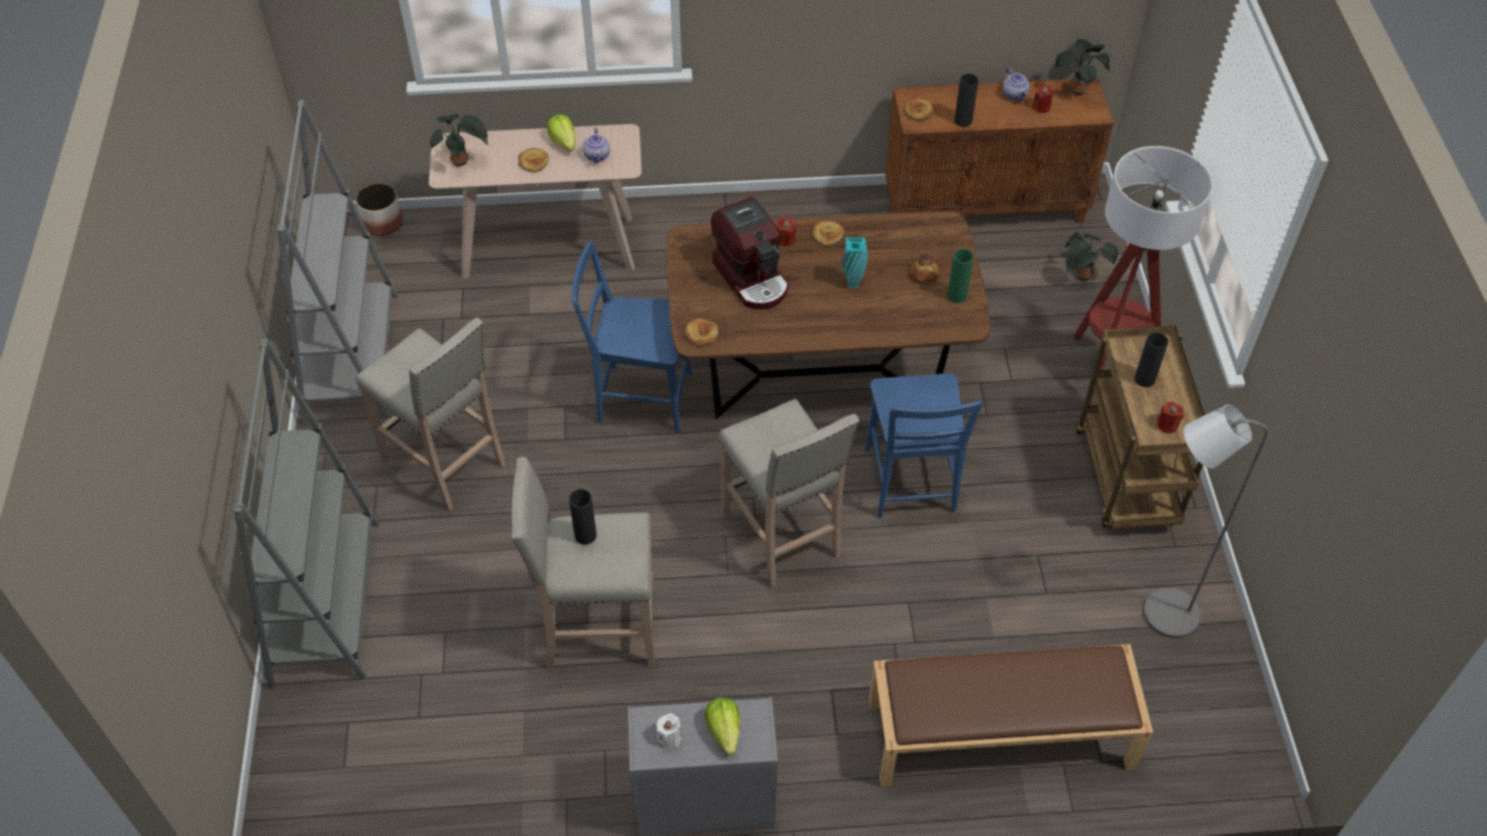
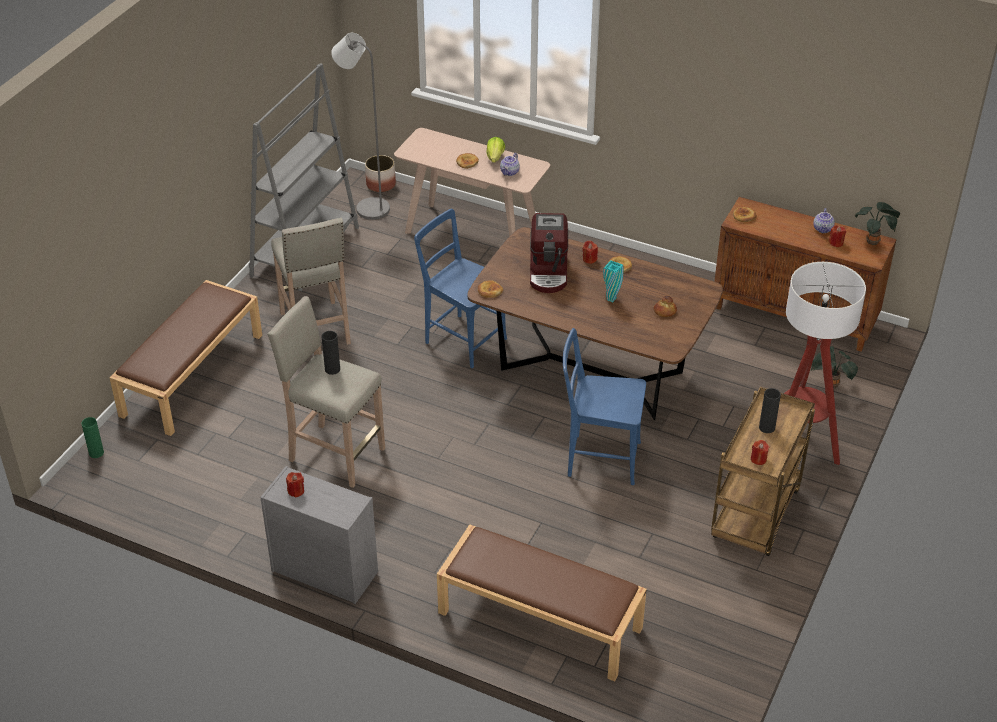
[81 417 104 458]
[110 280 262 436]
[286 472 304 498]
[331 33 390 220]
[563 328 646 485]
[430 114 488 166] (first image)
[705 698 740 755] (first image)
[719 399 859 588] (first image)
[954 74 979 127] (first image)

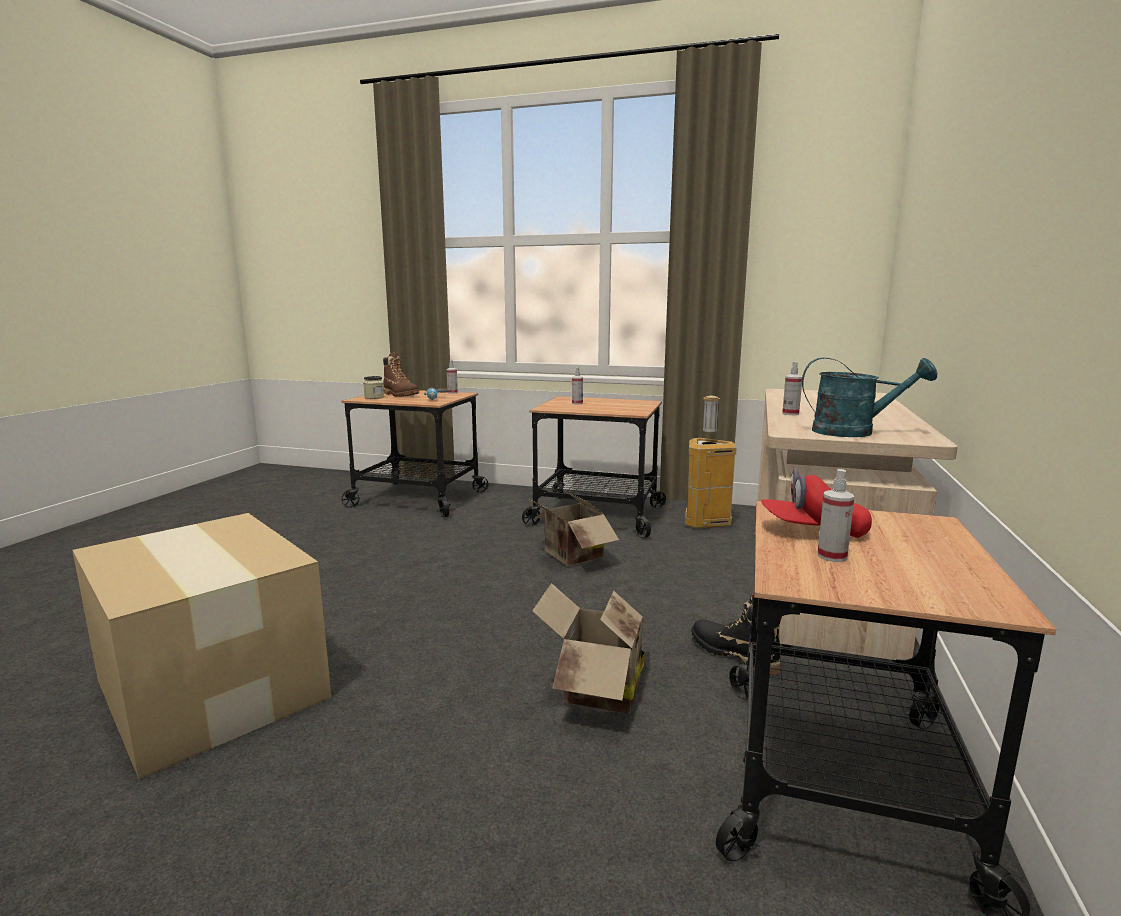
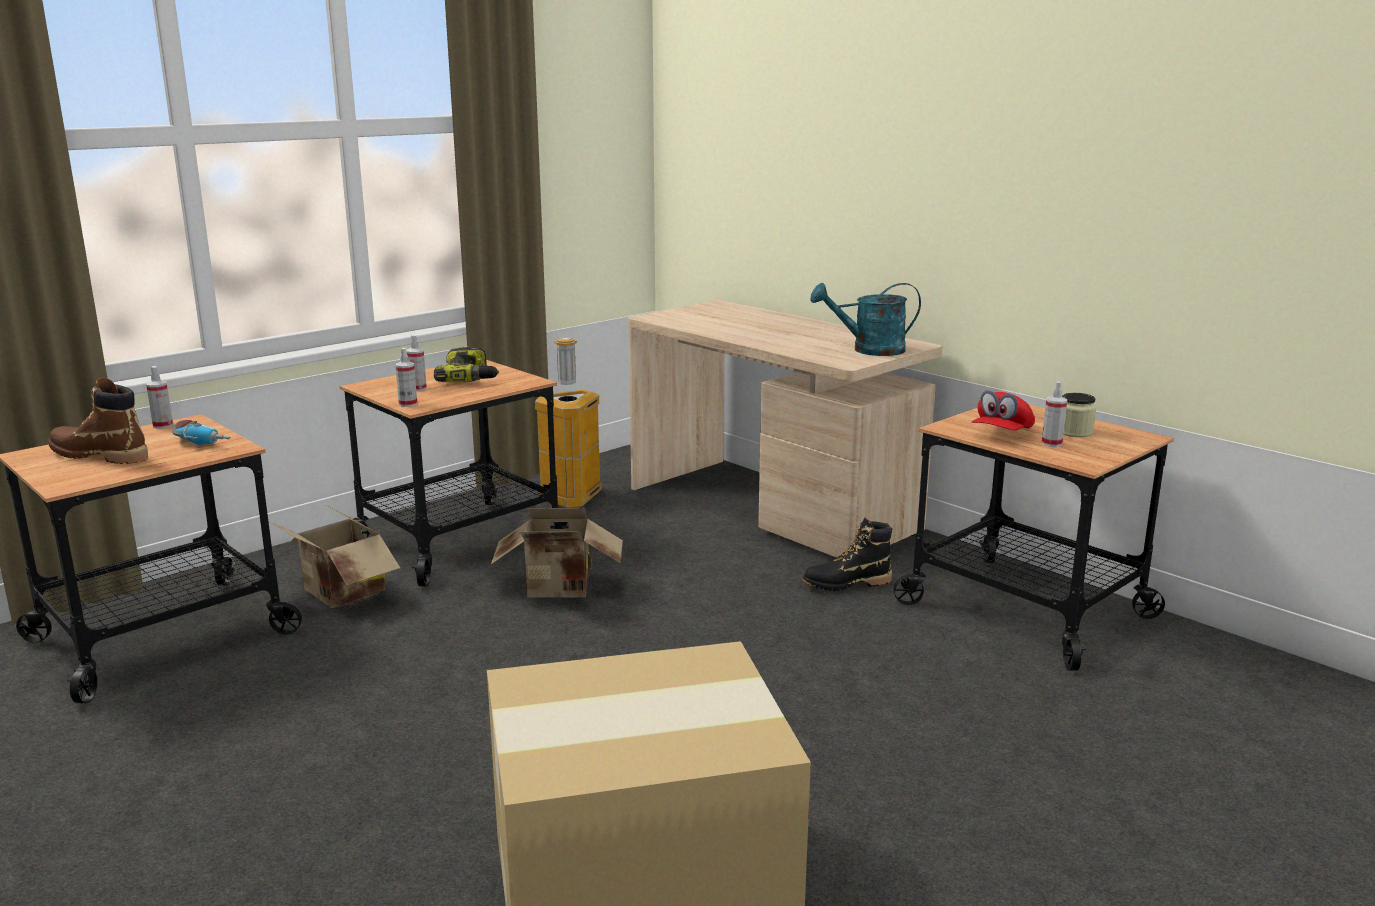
[48 378 148 464]
[270 505 400 608]
[395 348 417 407]
[434 347 499 382]
[810 283 921 356]
[1062 393 1096 437]

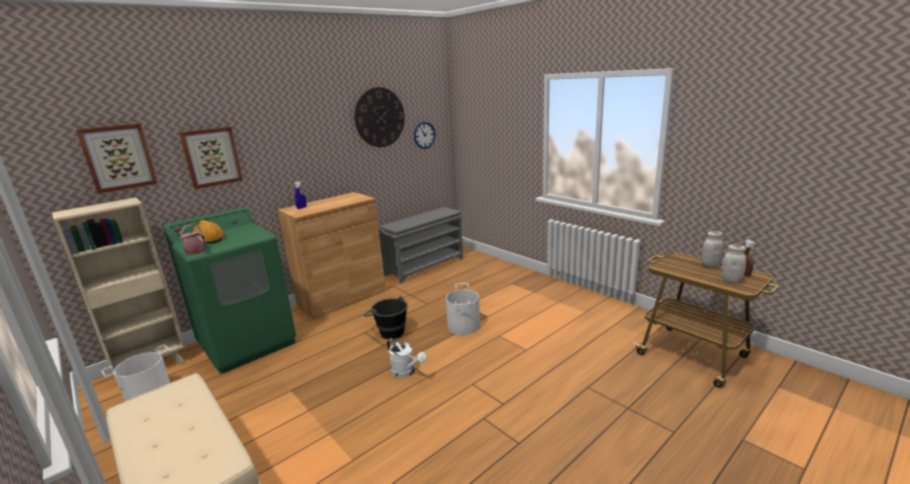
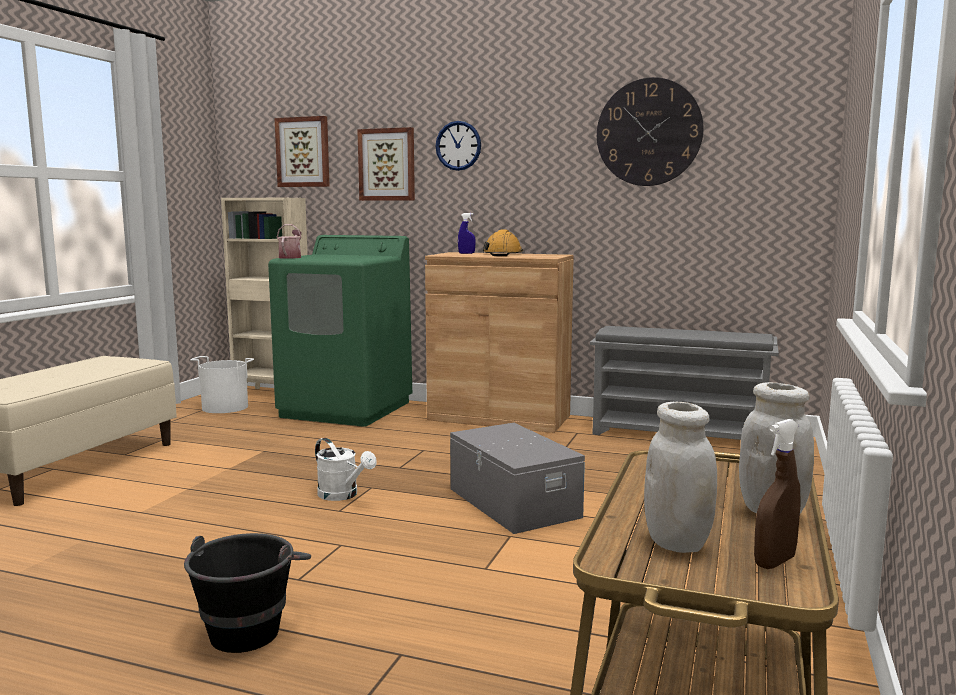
[184 533 311 653]
[315 438 377 501]
[435 121 481 171]
[450 423 585 534]
[483 229 523 256]

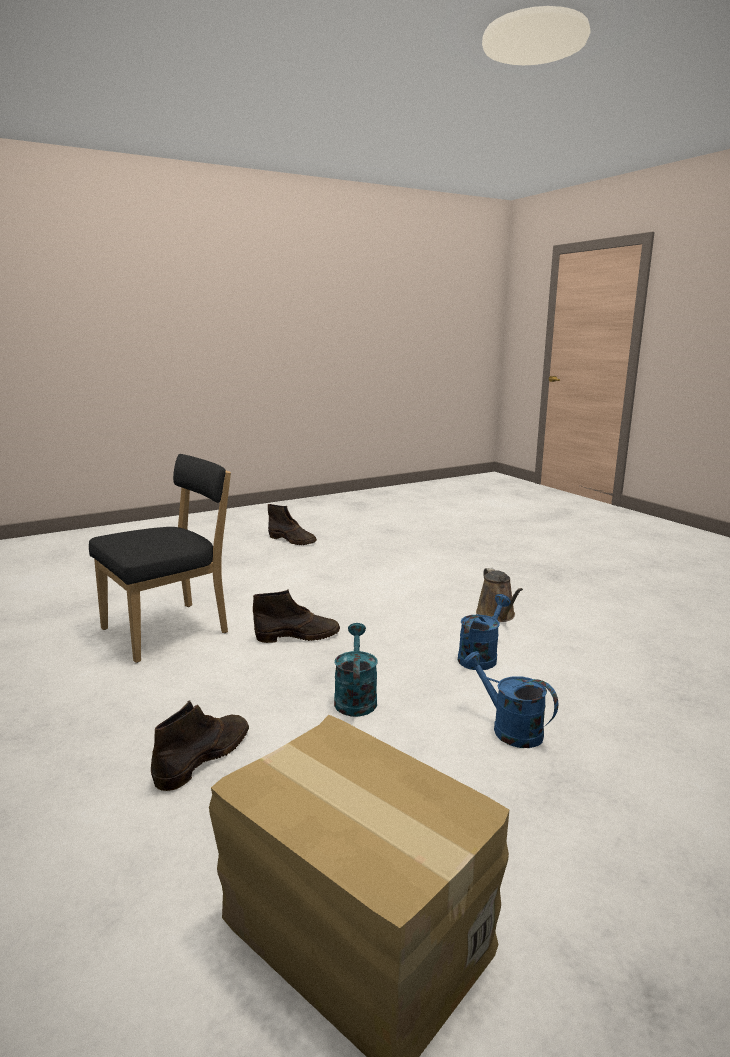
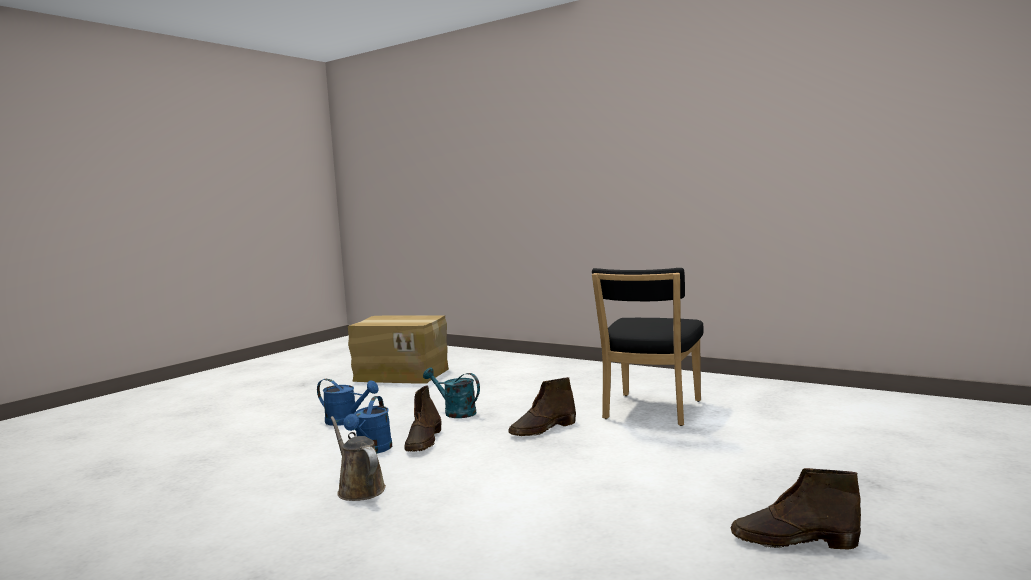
[404 385 441 452]
[423 368 480 418]

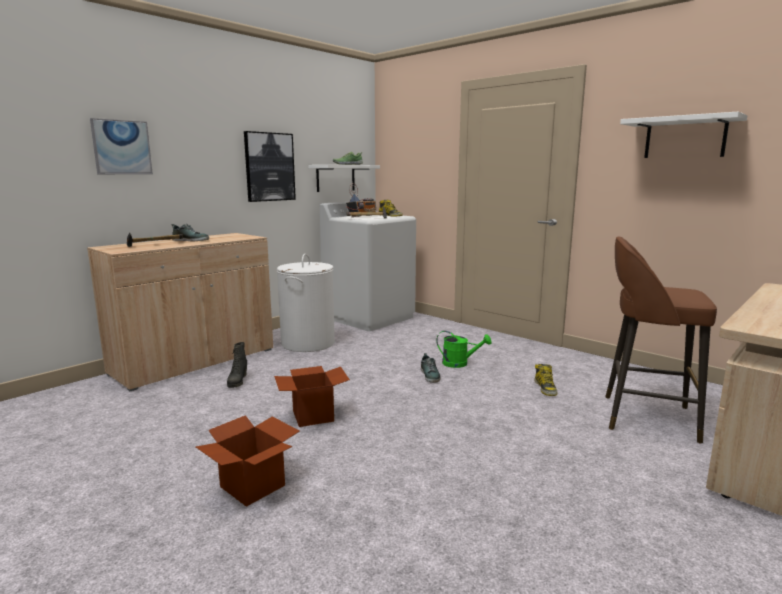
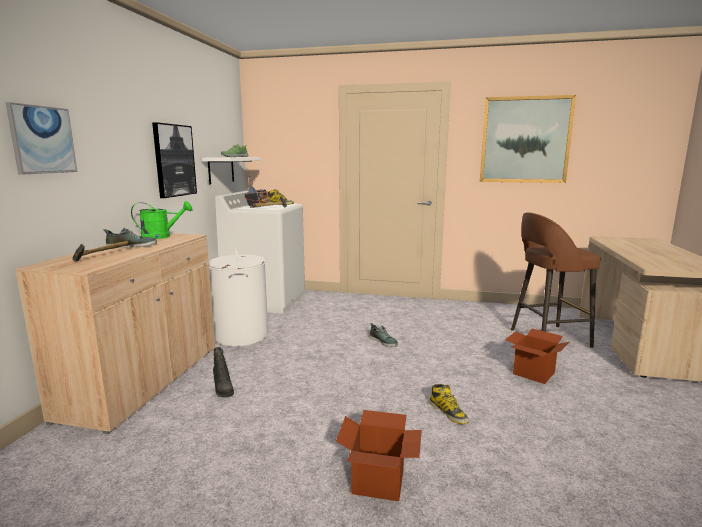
[131 201 193 239]
[429 384 469 424]
[480 95 576 183]
[505 329 569 384]

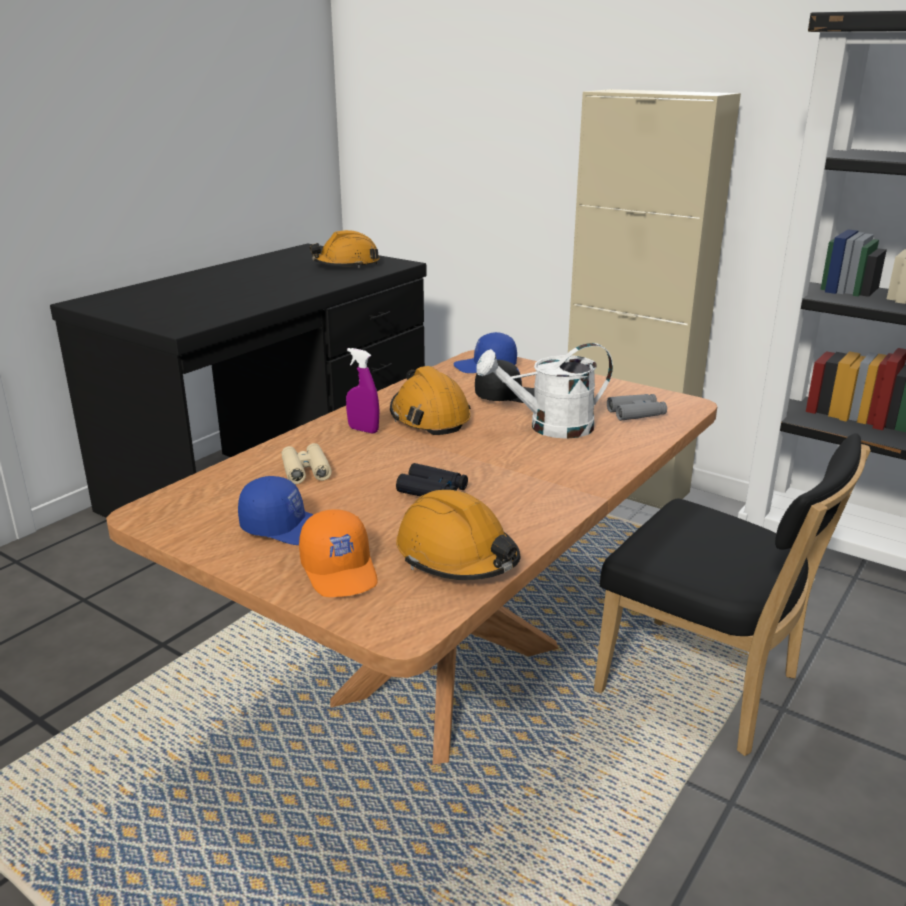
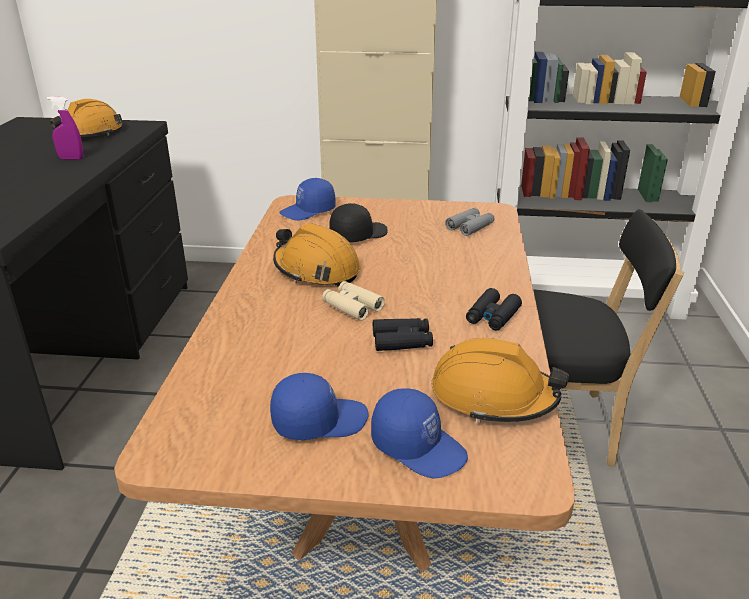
[47 97 83 160]
[322 281 385 321]
[371 388 468 479]
[466 288 522 331]
[476 343 613 439] (first image)

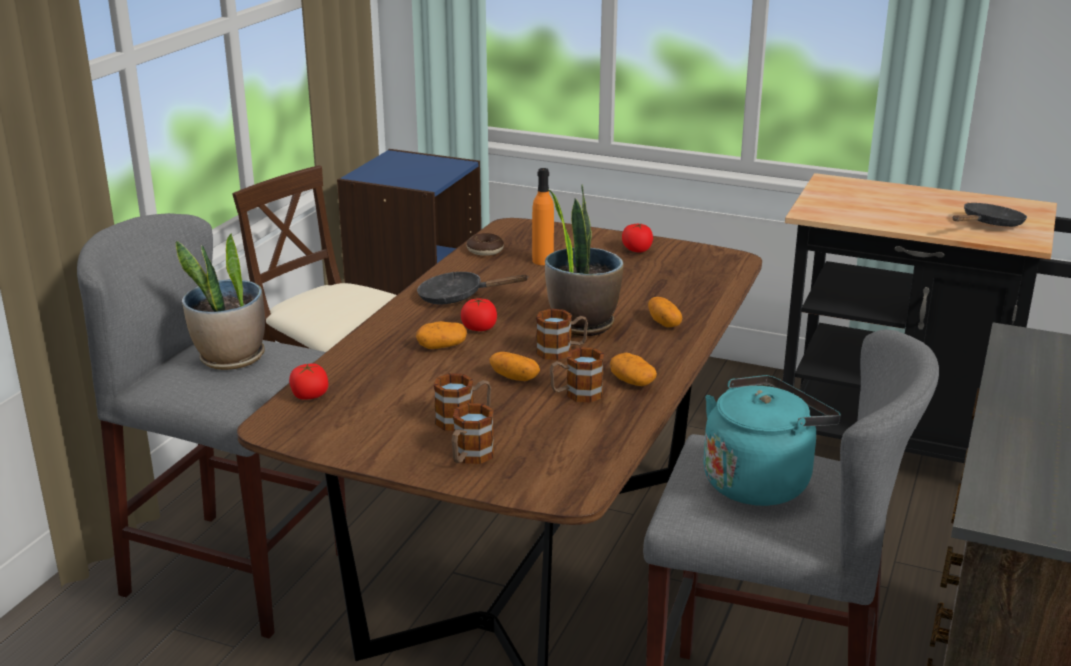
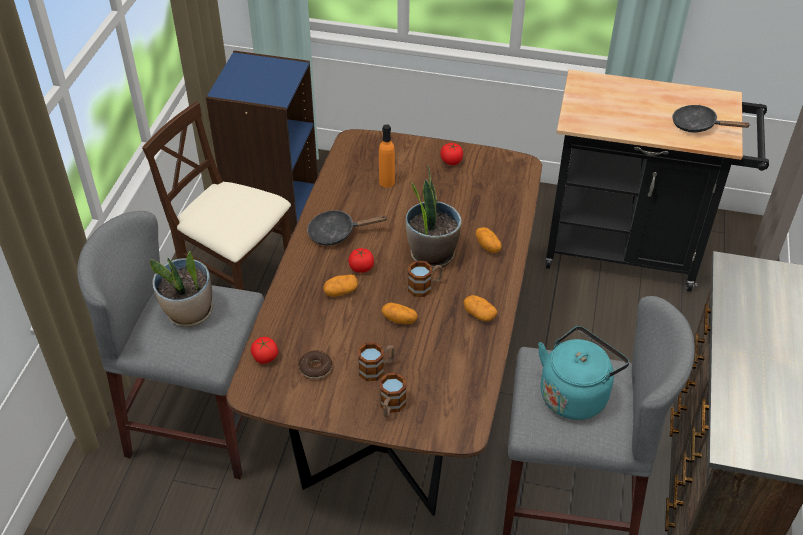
[299 350 332 379]
[672 105 751 132]
[550 347 604 403] (first image)

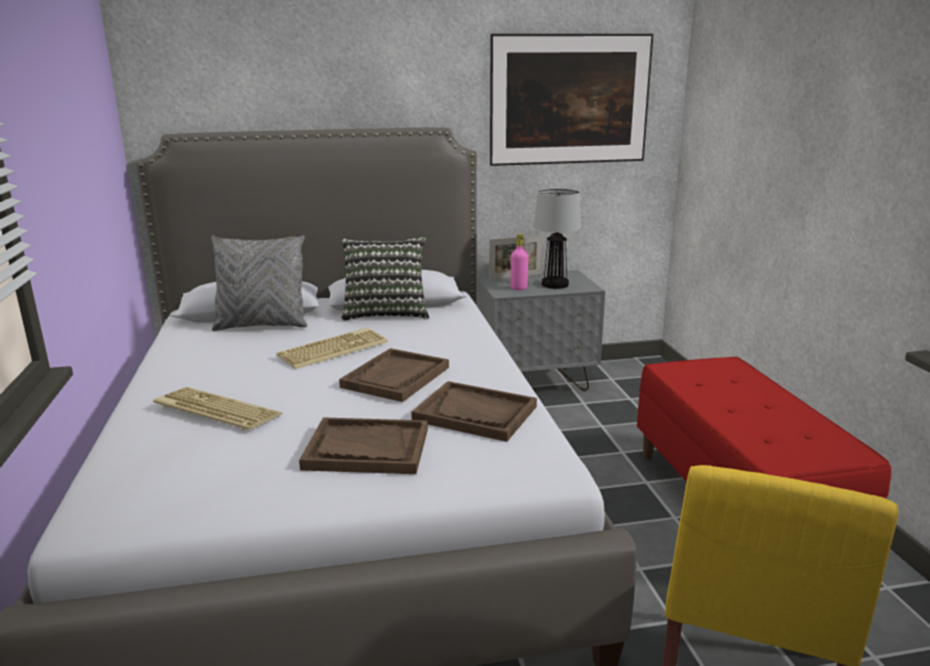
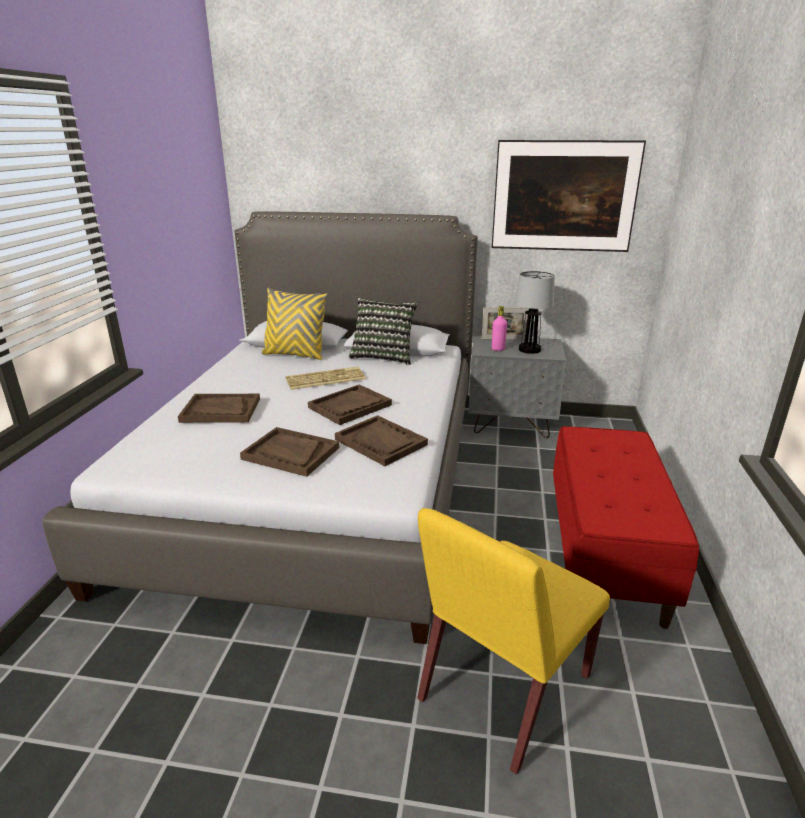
[178 394 260 423]
[262 288 327 360]

